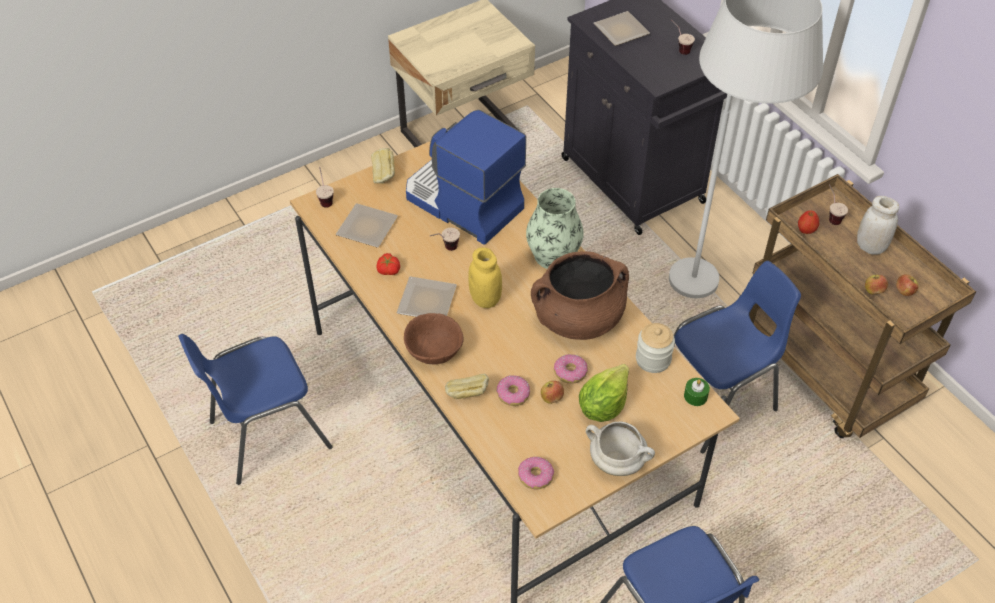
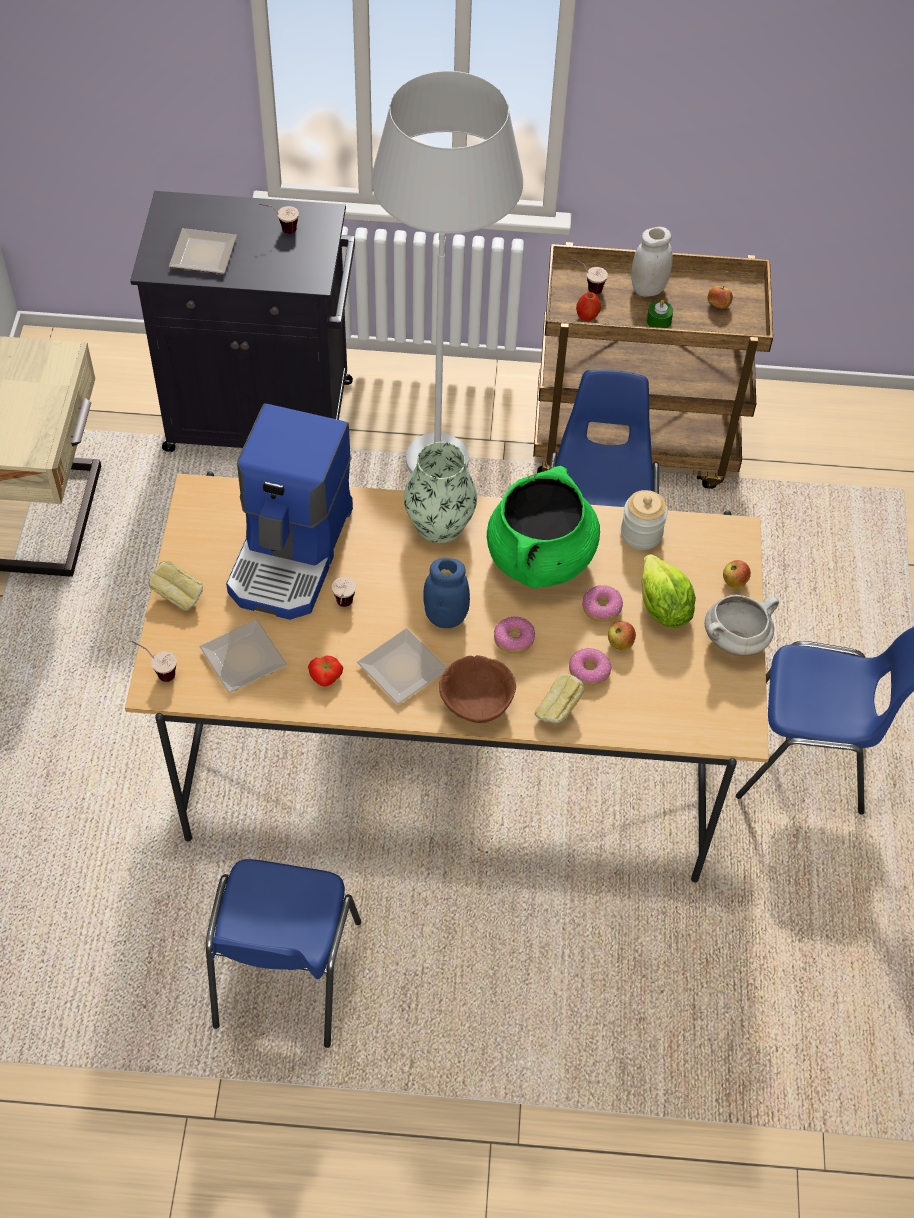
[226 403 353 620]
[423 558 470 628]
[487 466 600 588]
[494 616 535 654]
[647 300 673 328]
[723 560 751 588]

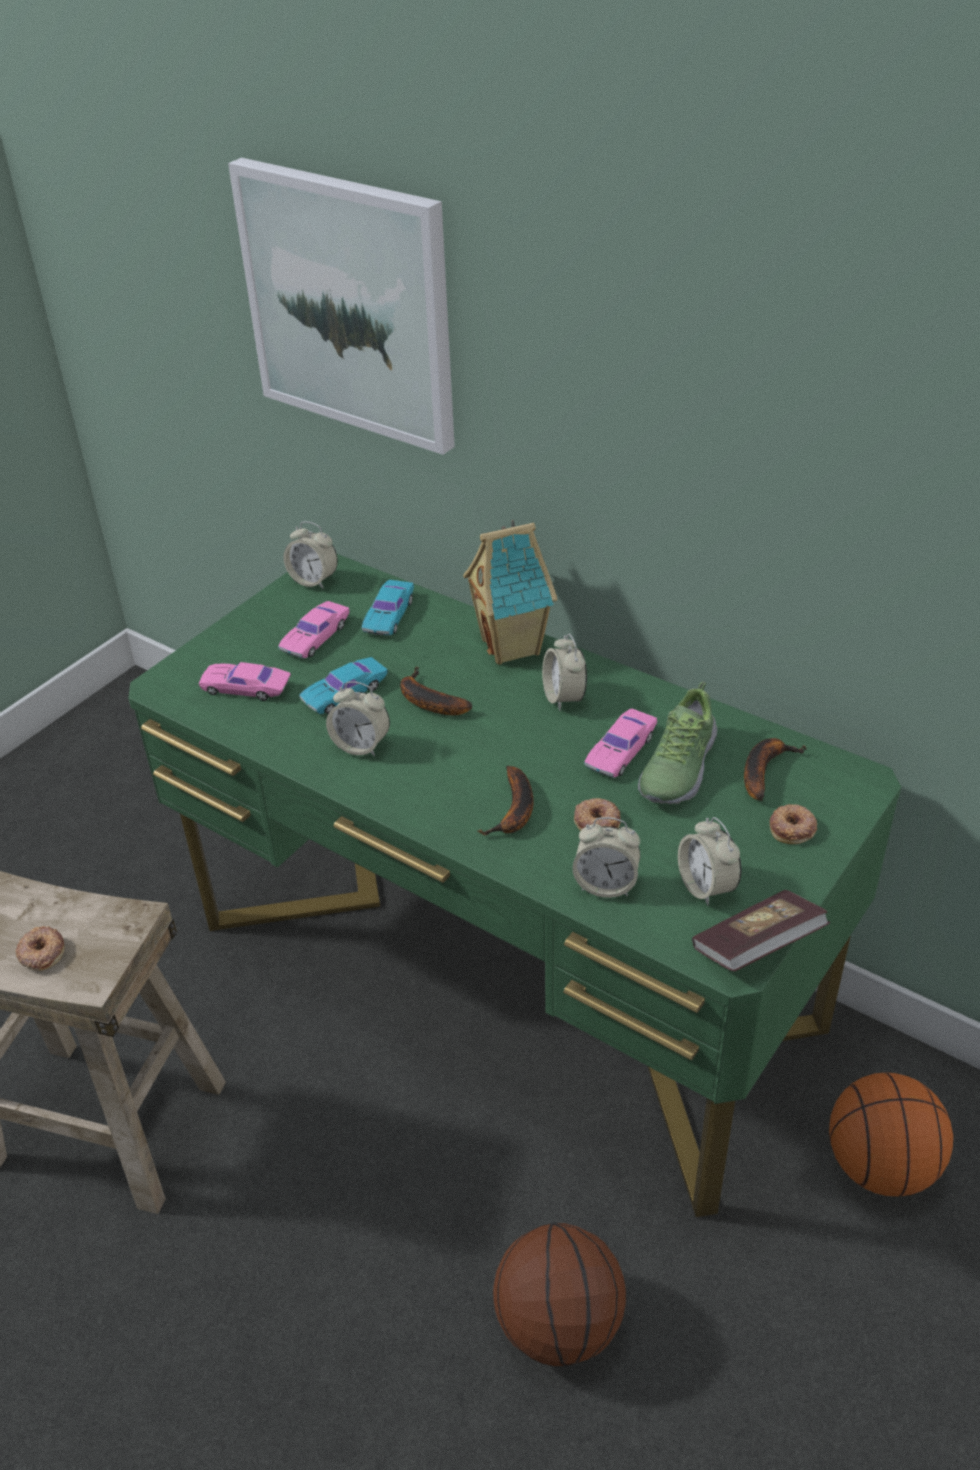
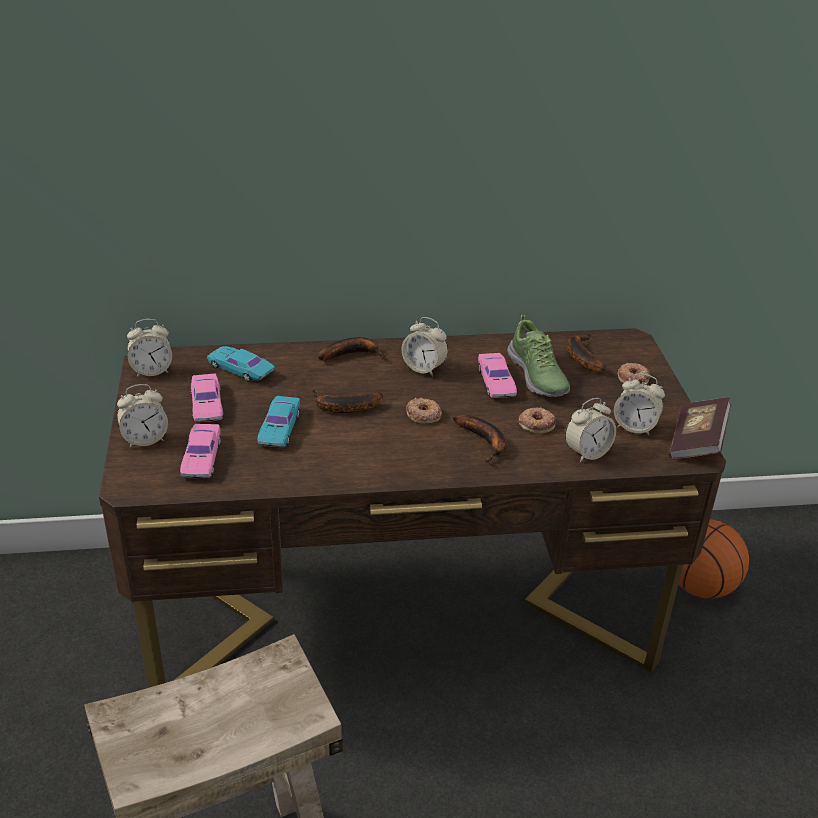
[99 328 726 688]
[117 384 168 448]
[180 424 221 478]
[207 346 275 382]
[318 337 385 361]
[406 397 442 424]
[228 158 455 455] (first image)
[493 1223 626 1366] (first image)

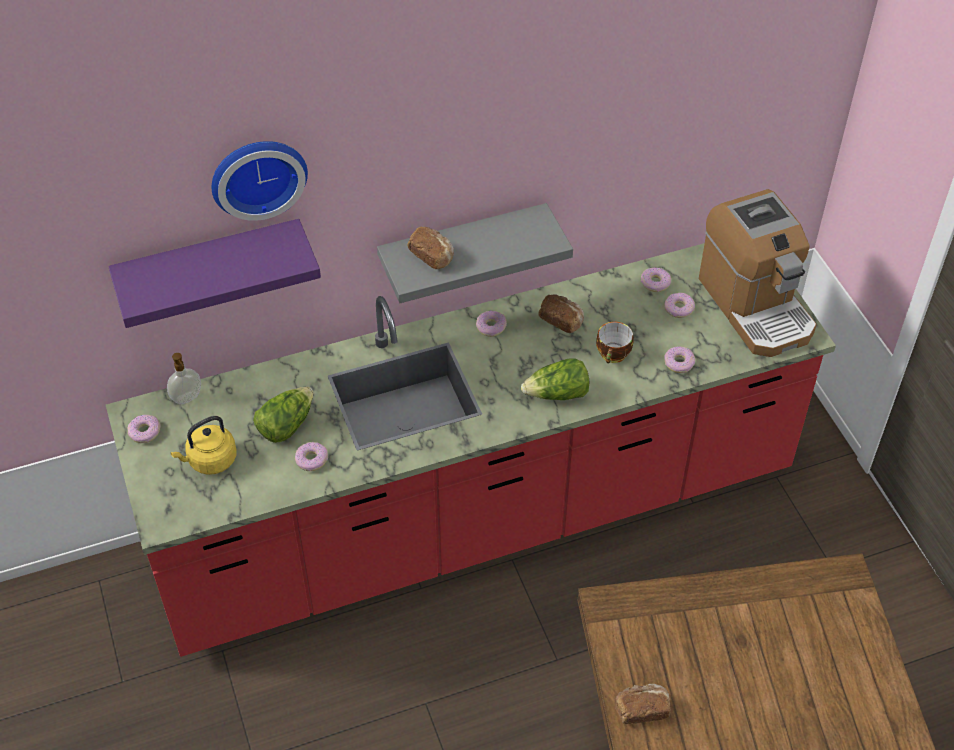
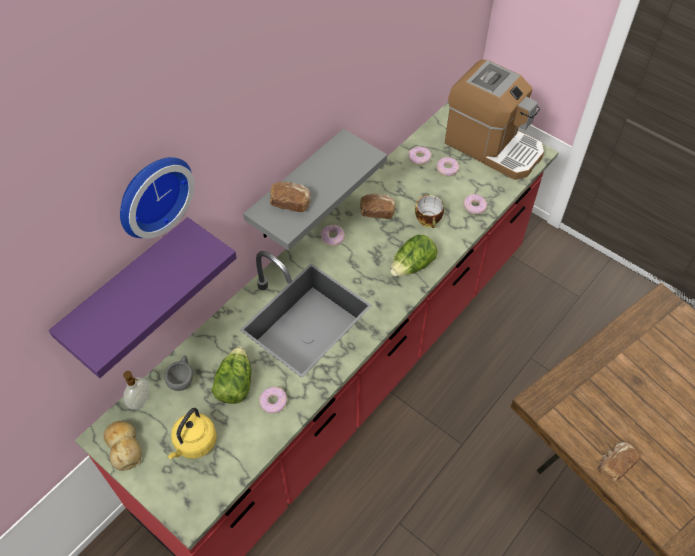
[103 421 142 471]
[164 355 193 391]

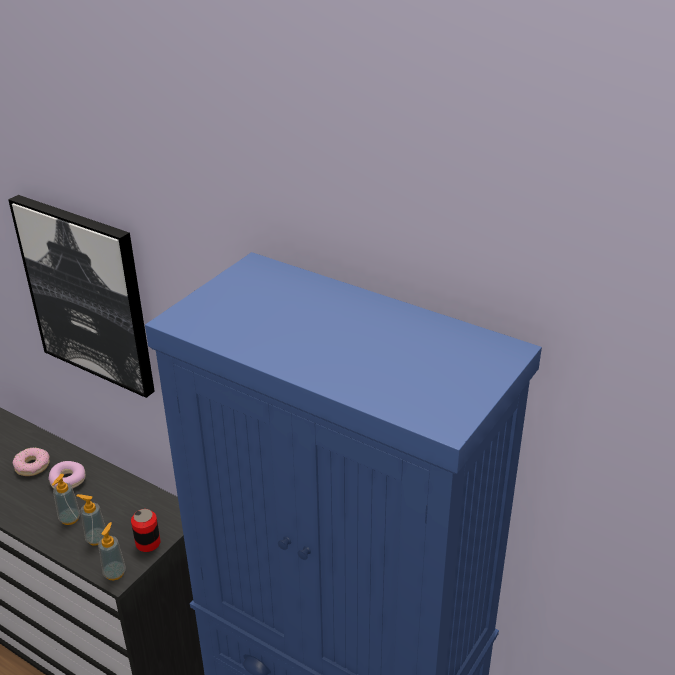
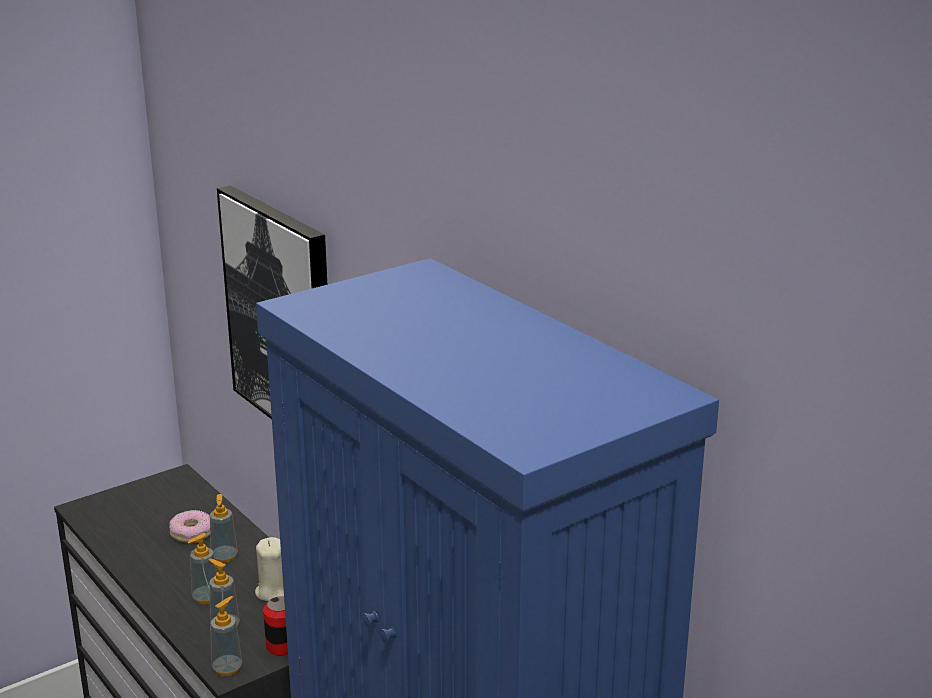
[210 494 238 563]
[255 537 284 601]

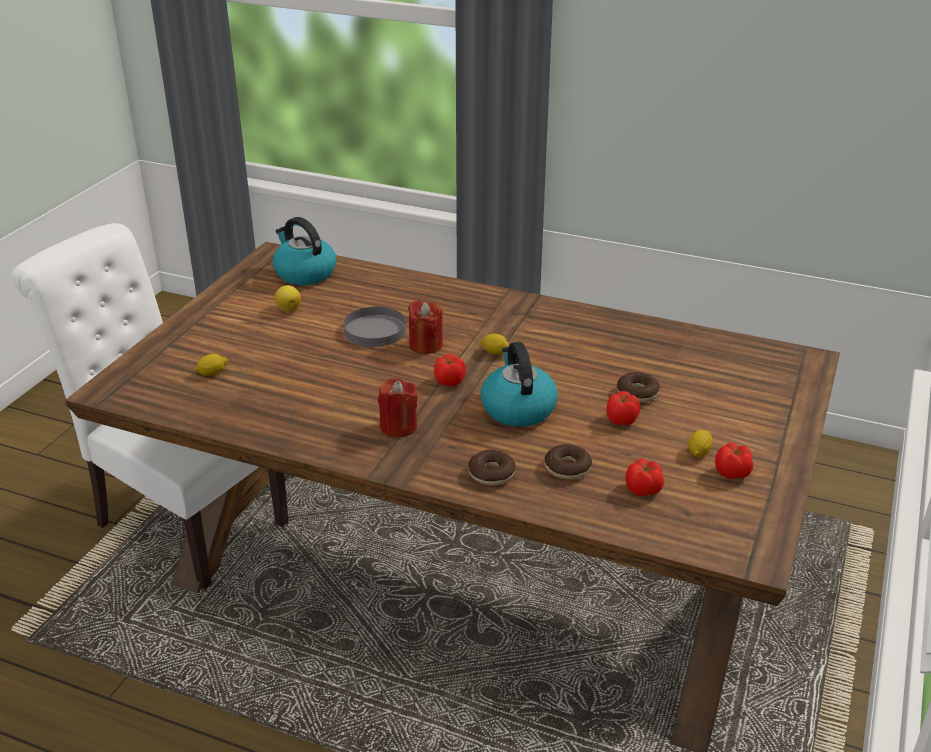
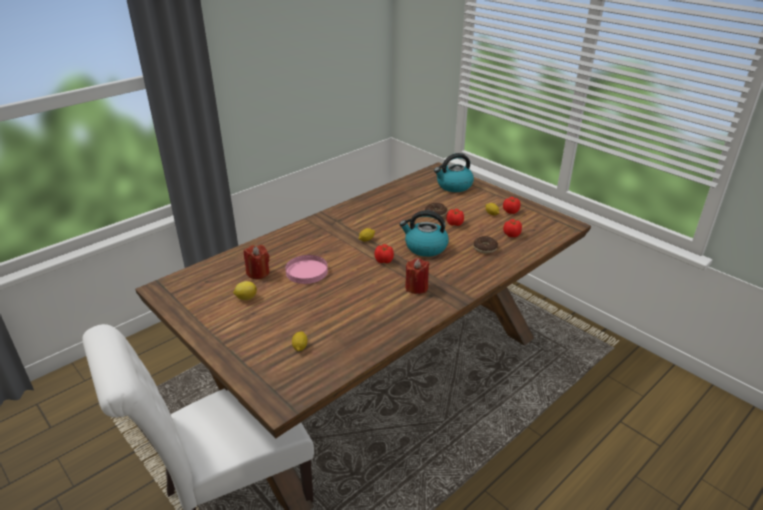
[244 245 269 279]
[285 255 328 284]
[434 153 474 192]
[468 450 515 485] (first image)

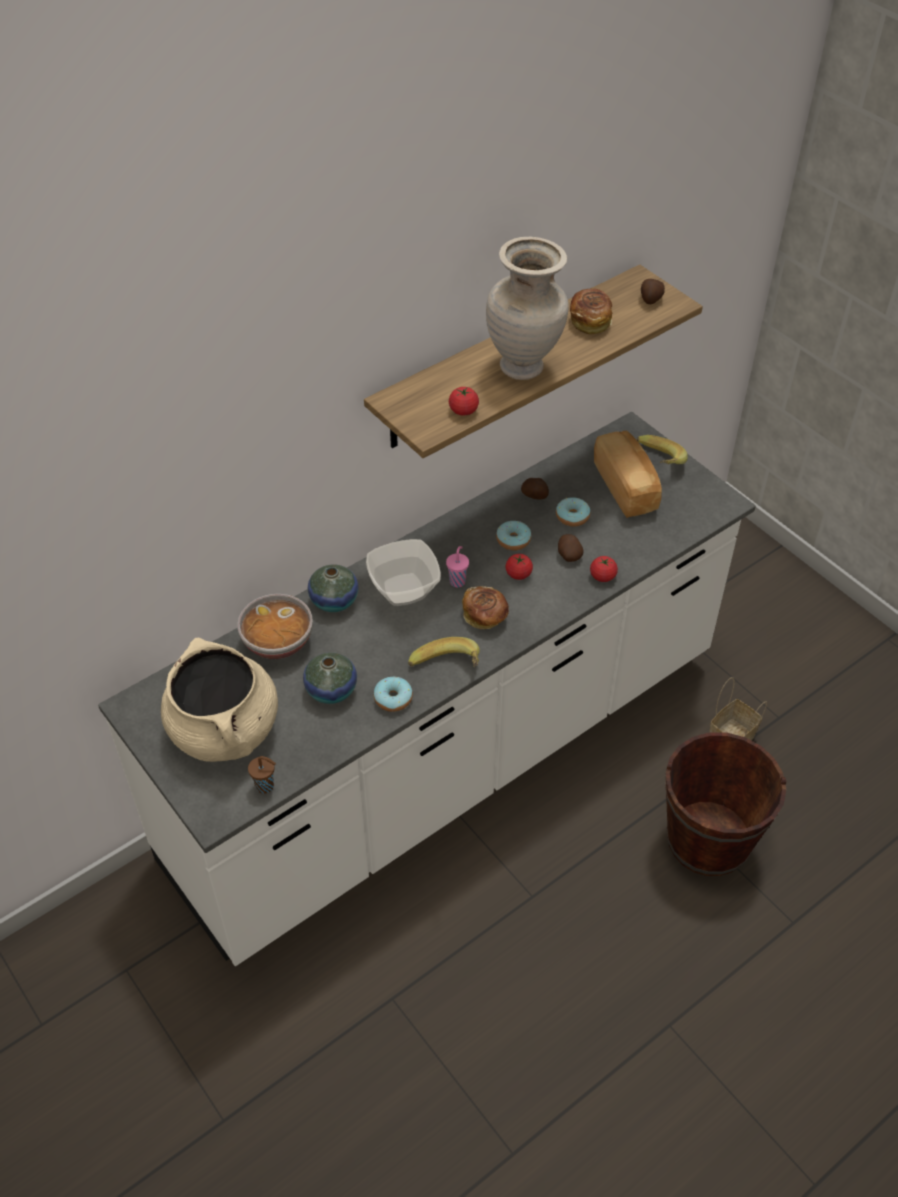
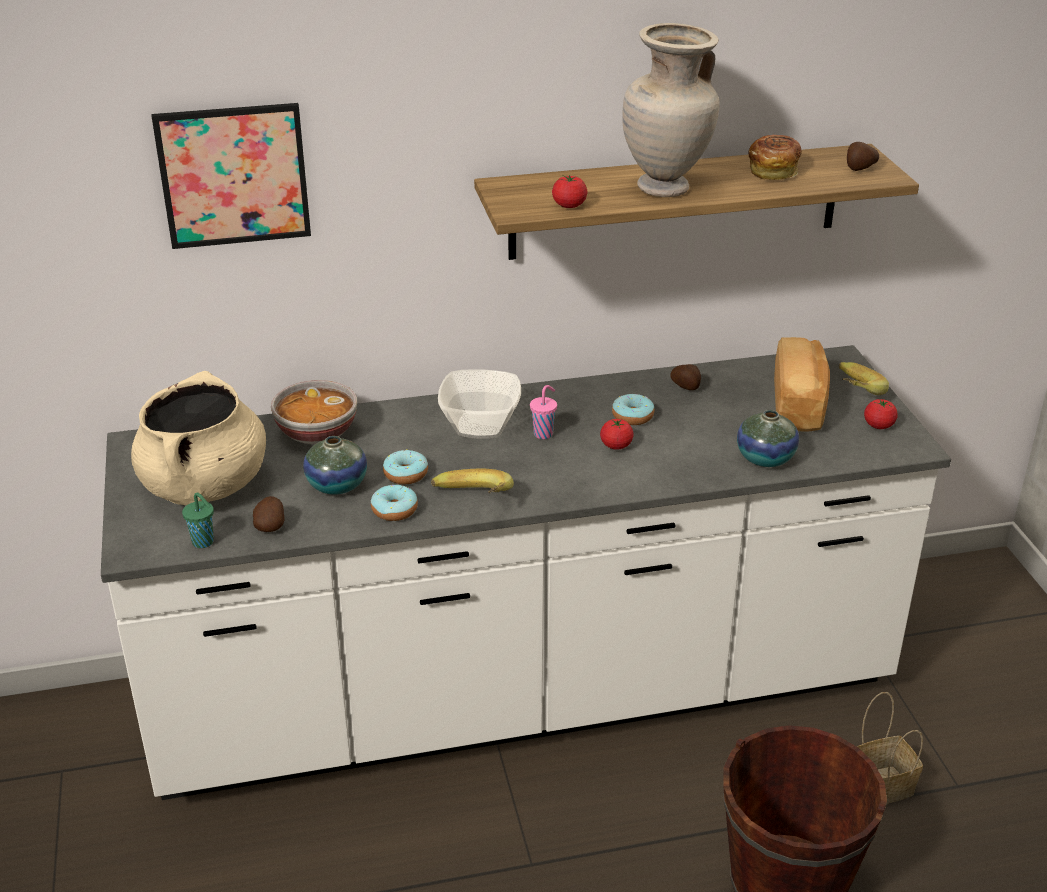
[152 103 311 249]
[182 493 214 548]
[253 496 285 532]
[383 449 428 484]
[737 410 799 467]
[864 399 898 429]
[462 586 509 629] (first image)

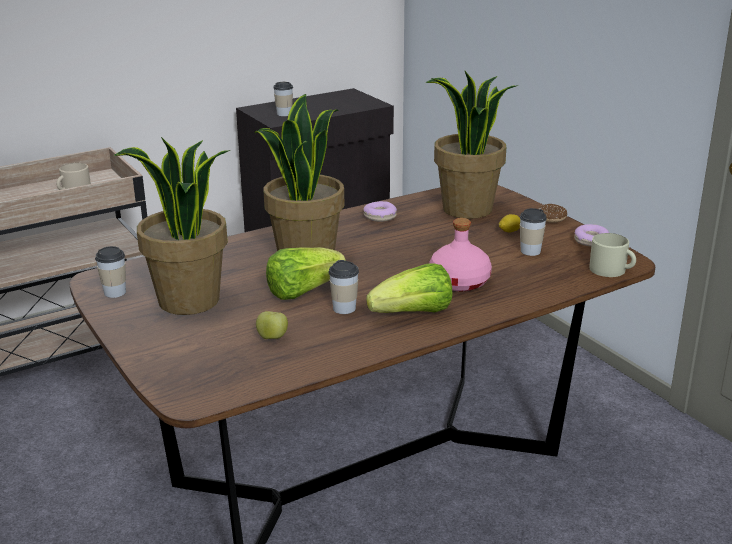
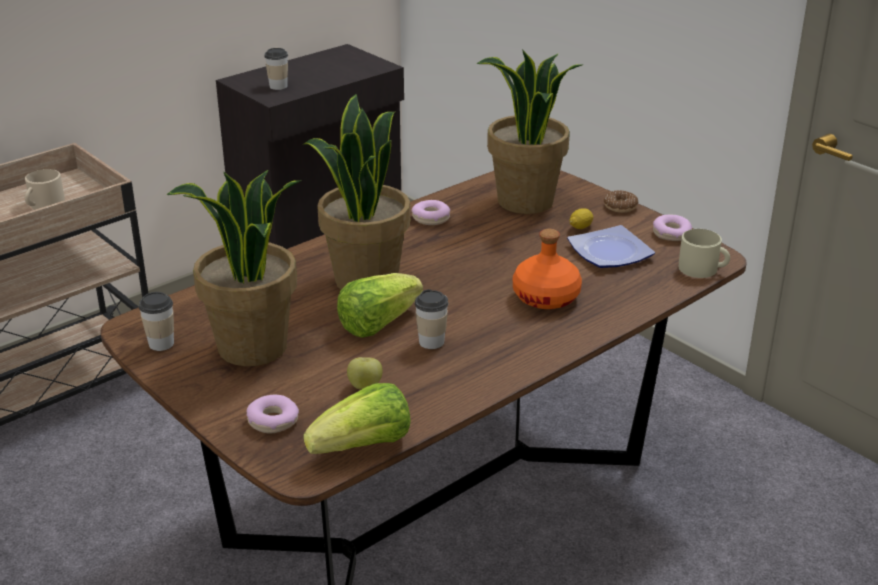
[247 395 299 433]
[303 383 411 454]
[513 229 582 309]
[567 225 655 268]

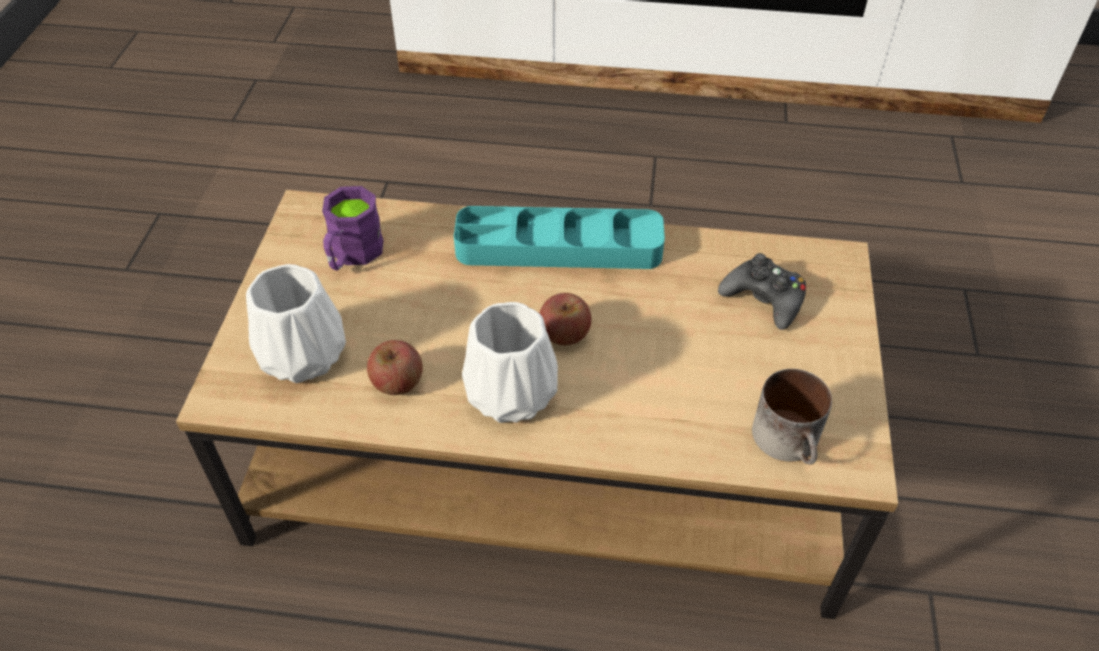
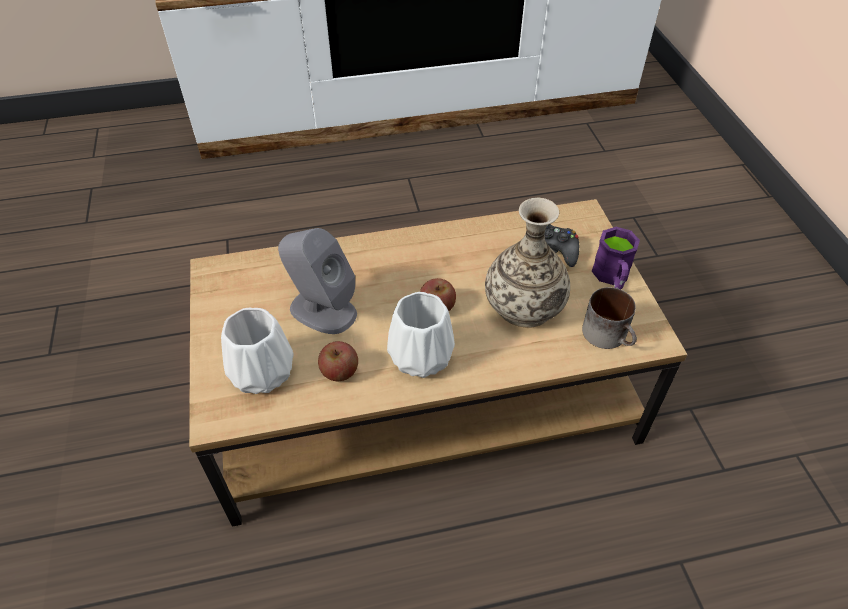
[278 228 357 334]
[485 198 570 328]
[592 227 640 289]
[454 206 665 269] (first image)

